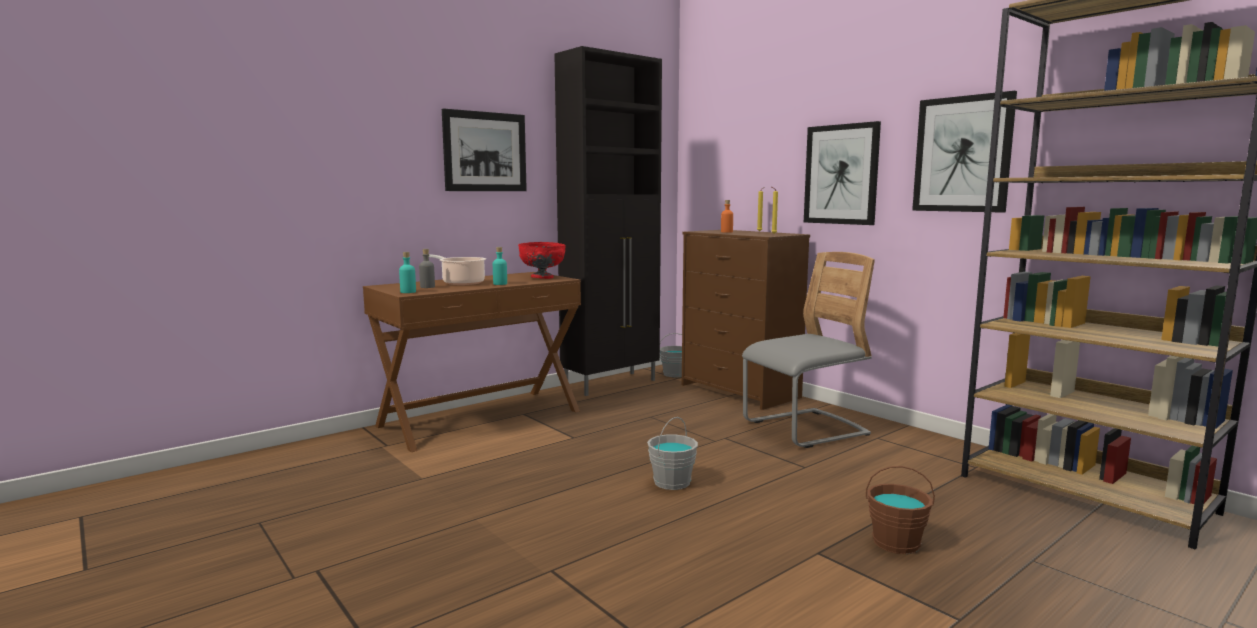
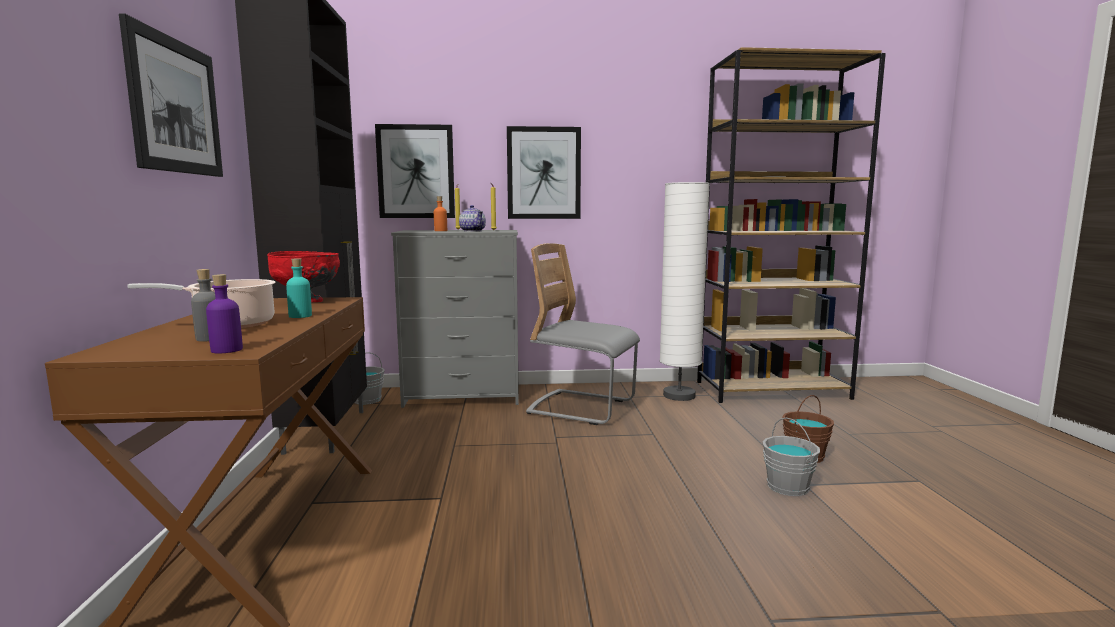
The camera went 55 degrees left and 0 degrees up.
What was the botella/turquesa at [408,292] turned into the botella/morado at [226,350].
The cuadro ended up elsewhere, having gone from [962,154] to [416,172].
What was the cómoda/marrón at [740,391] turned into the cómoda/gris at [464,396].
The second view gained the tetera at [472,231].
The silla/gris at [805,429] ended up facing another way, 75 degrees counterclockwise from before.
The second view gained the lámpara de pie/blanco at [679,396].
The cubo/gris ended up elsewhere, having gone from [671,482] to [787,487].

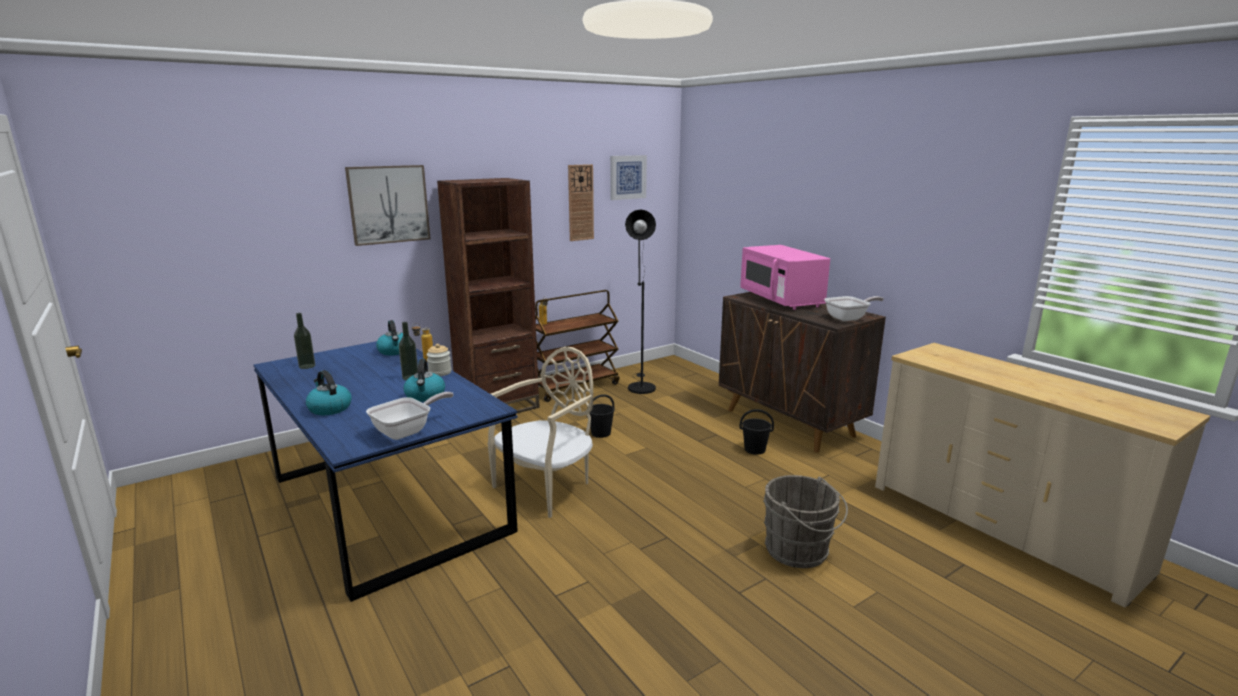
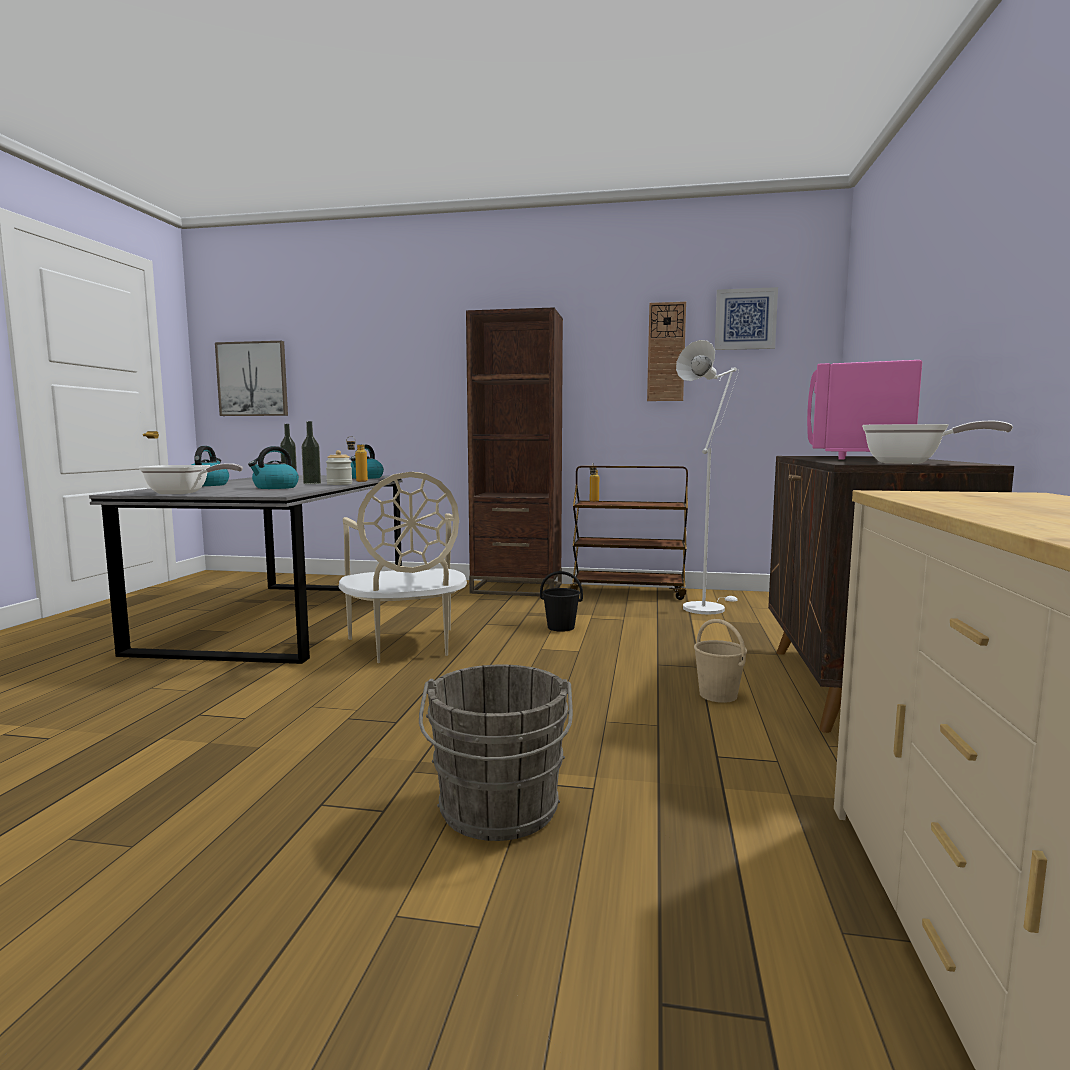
The camera went 45 degrees right and 10 degrees down.
What was the mesa de comedor/azul at [389,502] turned into the mesa de comedor/gris at [286,617].
The cuadro ended up elsewhere, having gone from [388,204] to [253,379].
The silla/beis at [547,487] ended up facing another way, 75 degrees clockwise from before.
What was the lámpara de pie/negro at [640,386] turned into the lámpara de pie/blanco at [706,607].
What was the cubo/negro at [755,449] turned into the cubo/beis at [718,695].

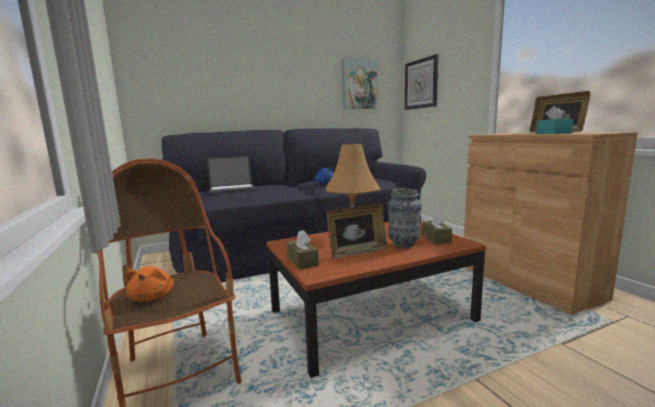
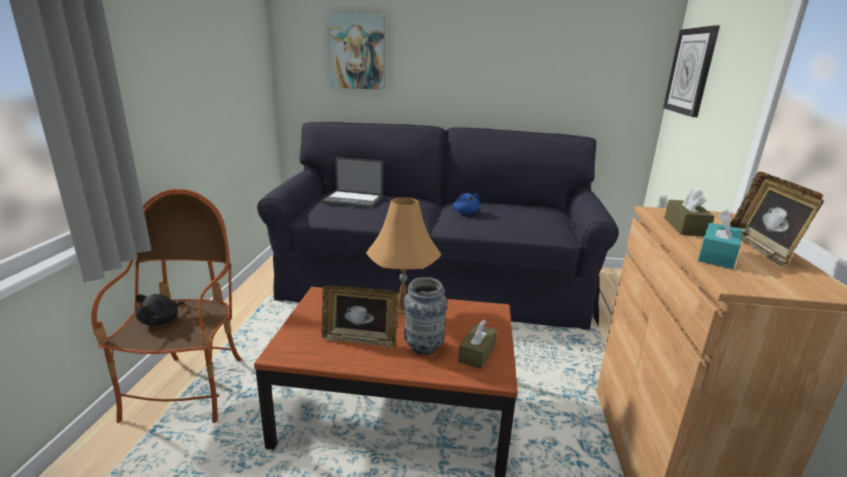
The camera went 30 degrees right and 10 degrees up.
What was the peluche/naranja at [153,297] turned into the peluche/negro at [162,321].
The cuadro ended up elsewhere, having gone from [359,85] to [357,52].
The caja de pañuelos/marrón ended up elsewhere, having gone from [302,261] to [685,227].

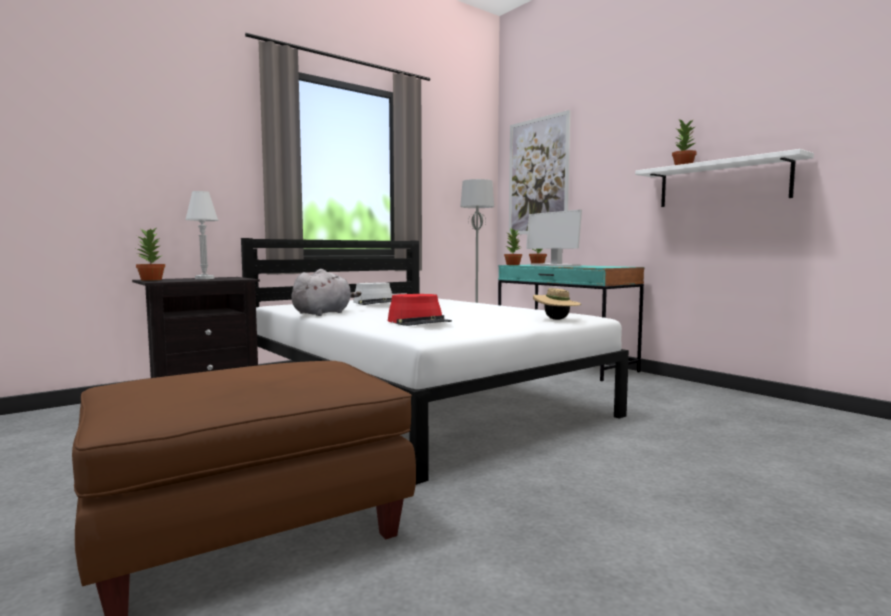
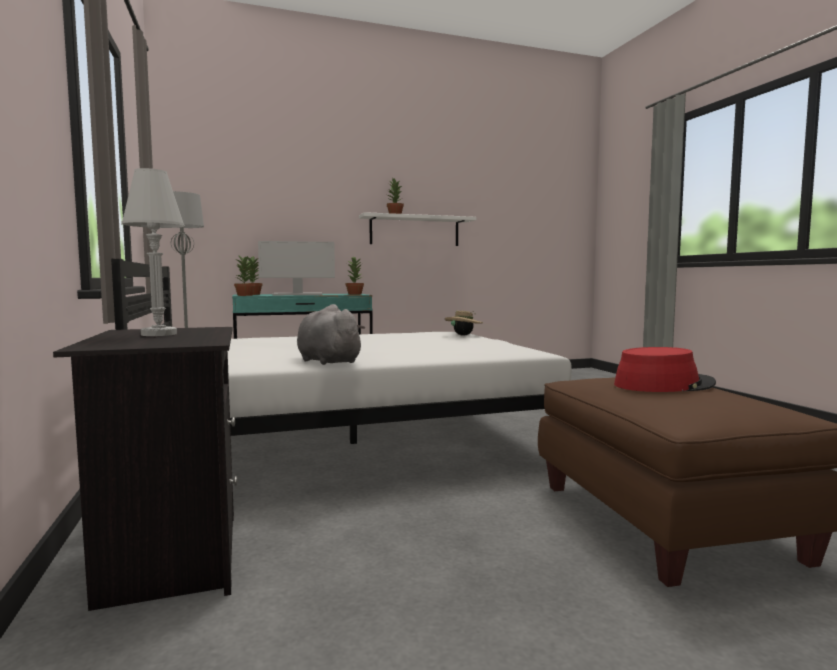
The camera went 70 degrees left and 0 degrees up.
The planta en maceta ended up elsewhere, having gone from [152,280] to [355,294].
The sombrero/rojo ended up elsewhere, having gone from [419,322] to [663,385].
The second view lost the sombrero/gris at [376,303].
The second view lost the cuadro at [538,176].

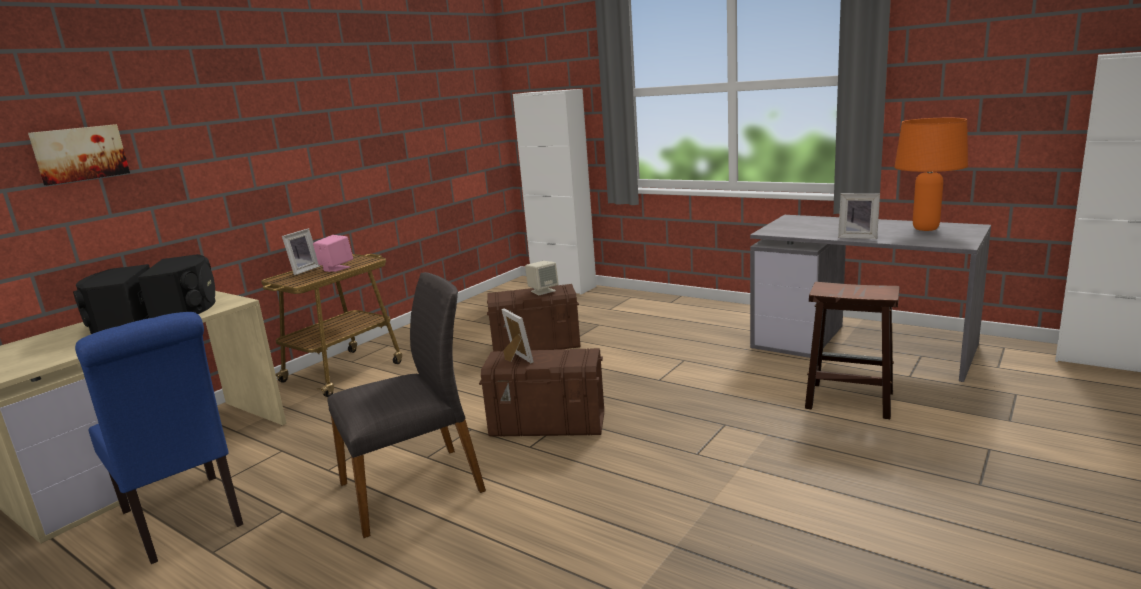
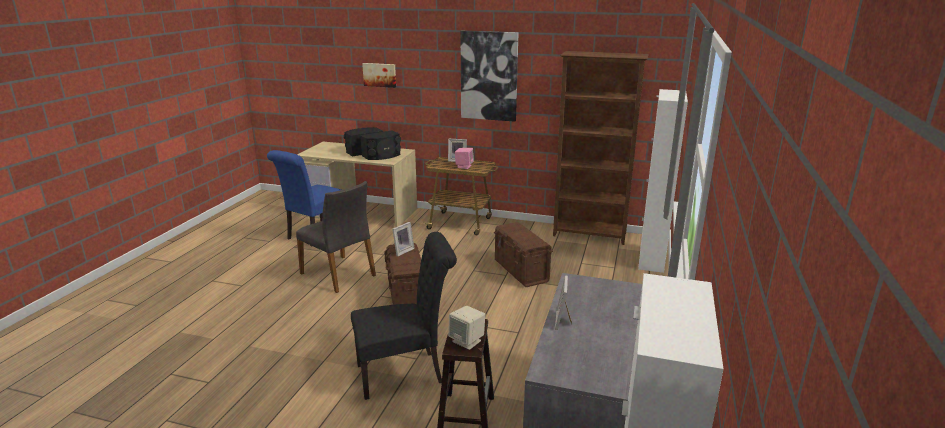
The camera went 70 degrees right and 5 degrees up.
The second view gained the silla/negro at [405,373].
The altavoz/beis ended up elsewhere, having gone from [543,291] to [467,341].
The second view gained the cuadro at [489,76].
The second view gained the estantería/marrón at [590,235].
The second view lost the lámpara de mesa/naranja at [925,229].

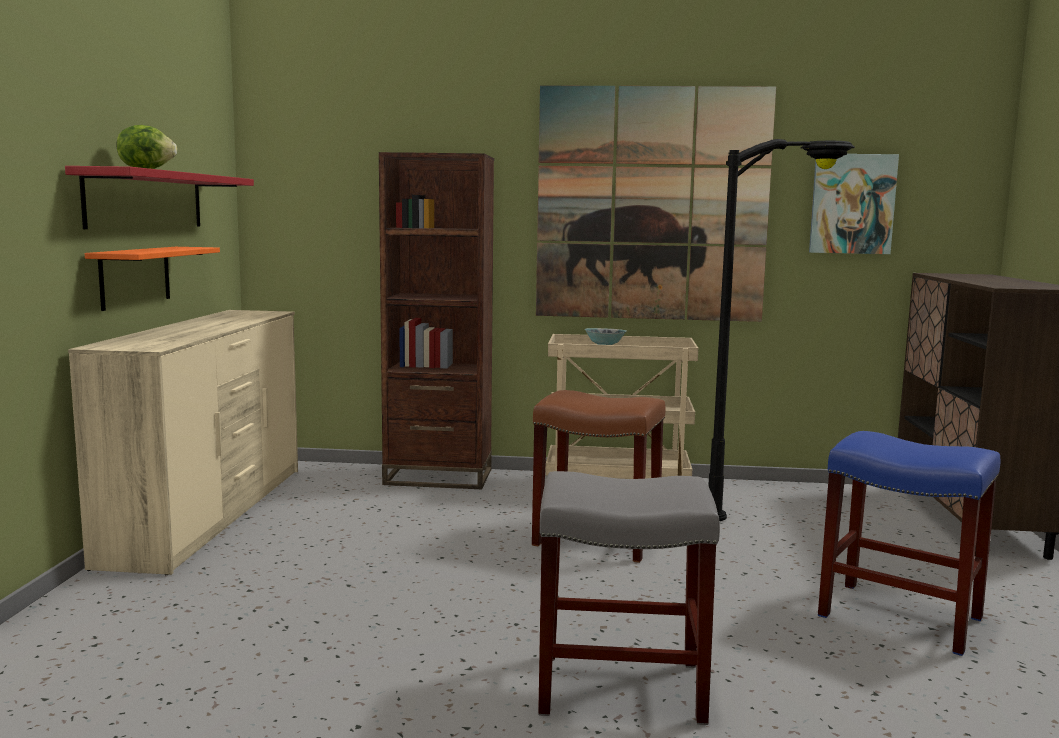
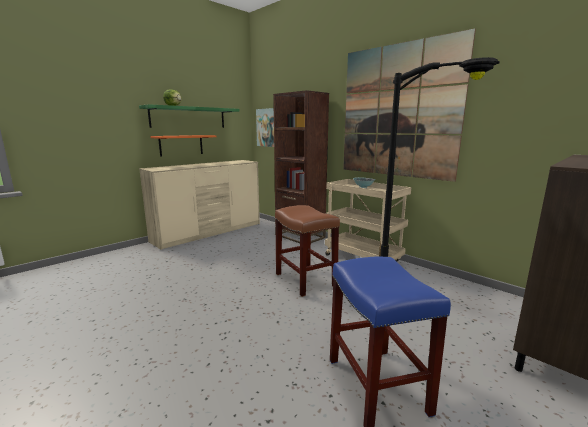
The camera went 40 degrees right and 5 degrees up.
What was the estante/rojo at [146,200] turned into the estante/verde at [188,117].
The cuadro ended up elsewhere, having gone from [852,204] to [267,127].
The second view lost the taburete/gris at [622,687].

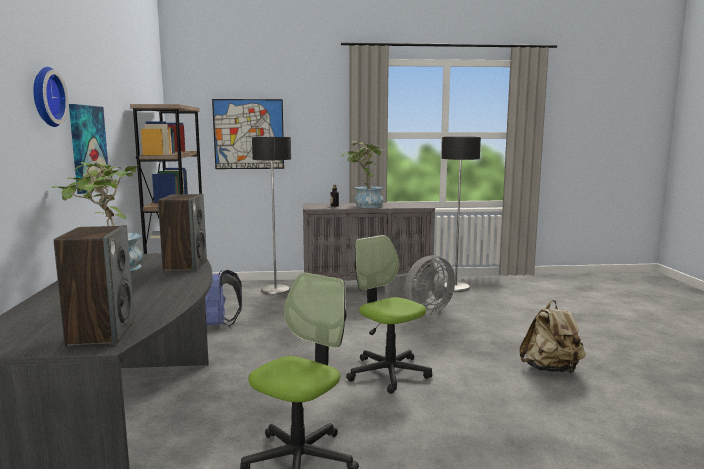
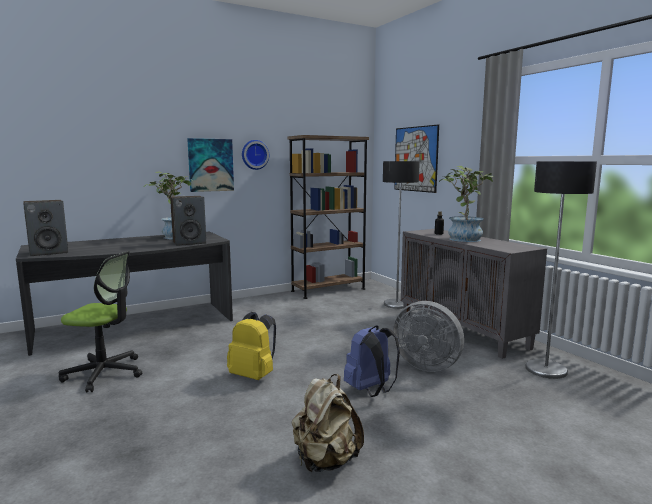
The camera went 65 degrees right and 0 degrees up.
Where the silla de oficina stood at [388,373], the mochila/amarillo came to stand at [254,376].
The reloj de pared ended up elsewhere, having gone from [45,97] to [254,154].
The mochila/azul ended up elsewhere, having gone from [220,324] to [371,390].

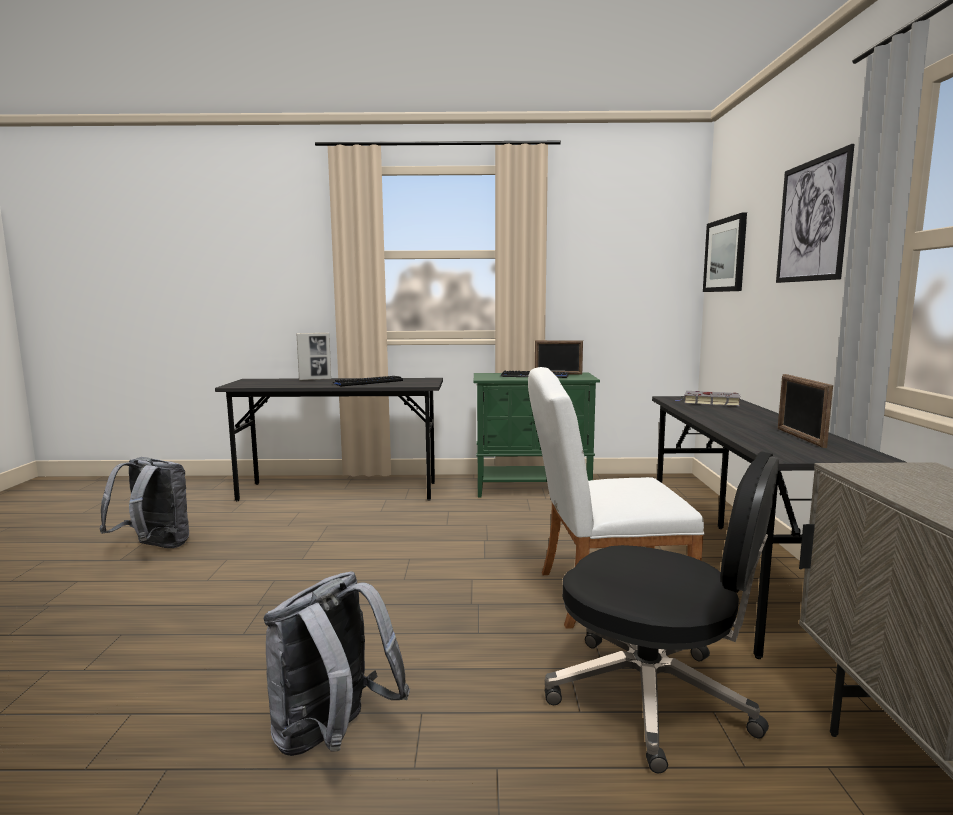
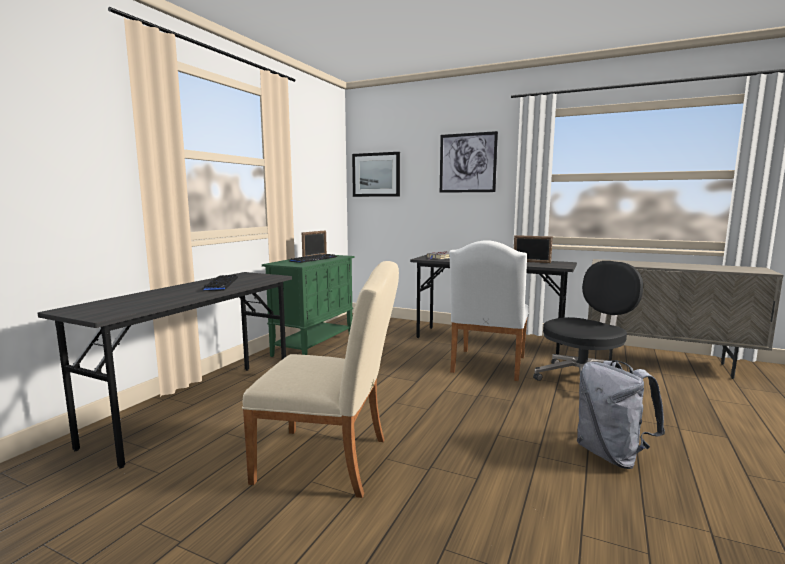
The camera went 65 degrees left and 0 degrees up.
The second view gained the silla/beis at [331,461].
The second view lost the mochila/gris at [154,548].
The second view lost the portarretratos at [315,379].

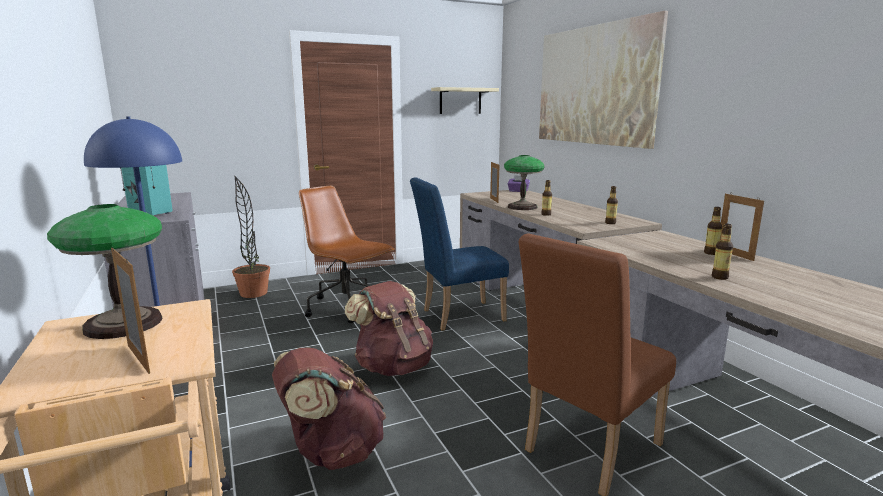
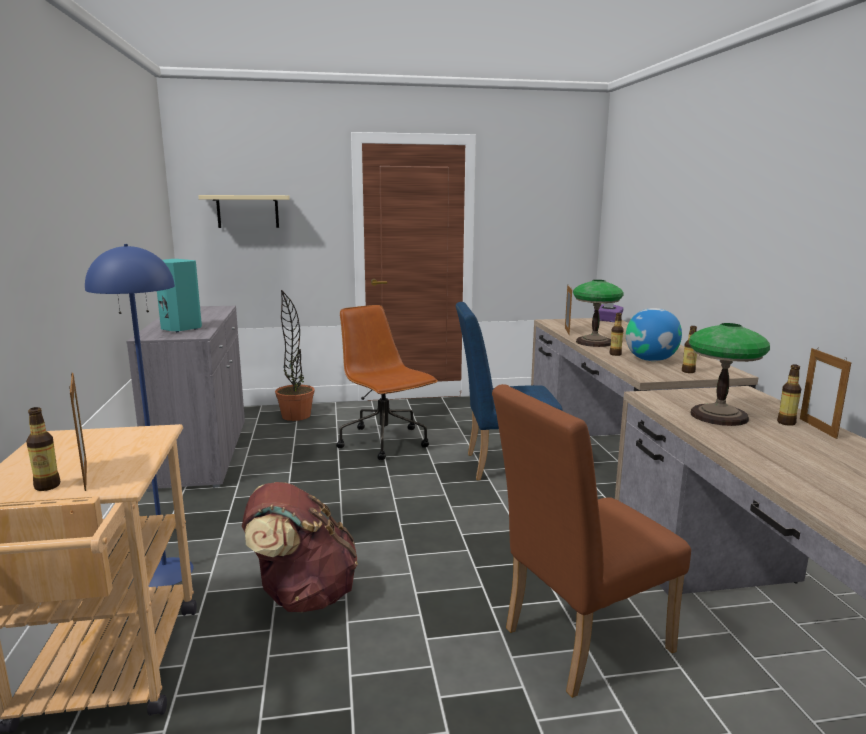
The camera went 15 degrees right and 0 degrees up.
The botella ended up elsewhere, having gone from [720,277] to [47,486].
The estante/beis ended up elsewhere, having gone from [460,101] to [247,211].
The second view gained the globo terráqueo at [651,360].
The lámpara de mesa ended up elsewhere, having gone from [124,323] to [719,416].
The second view lost the mochila/marrón at [393,366].
The second view lost the cuadro at [594,85].

